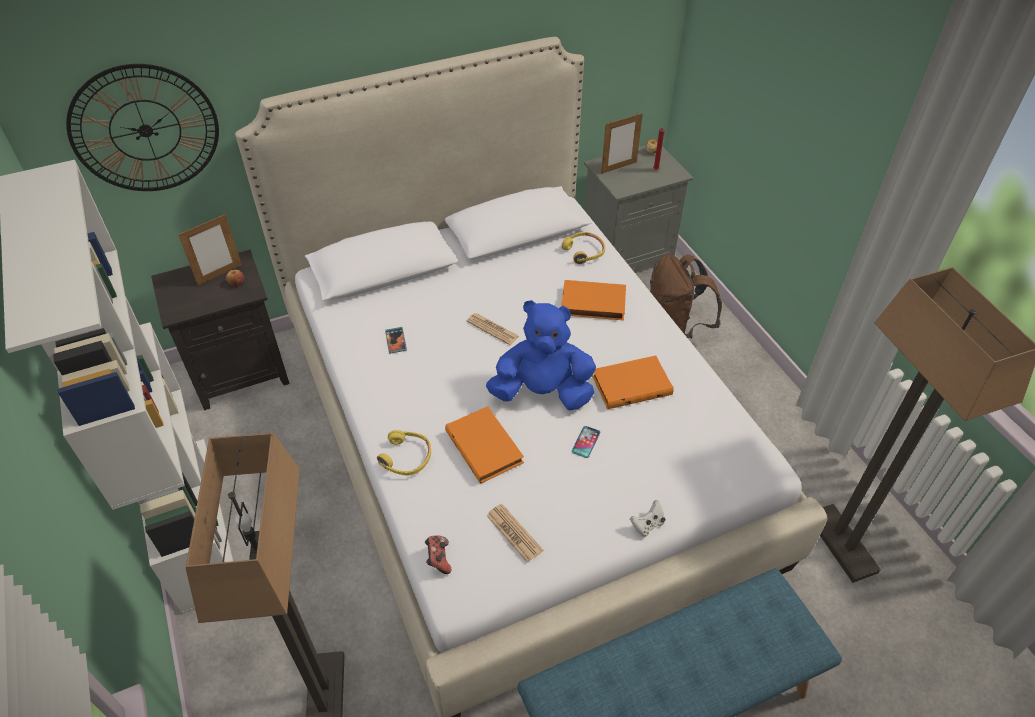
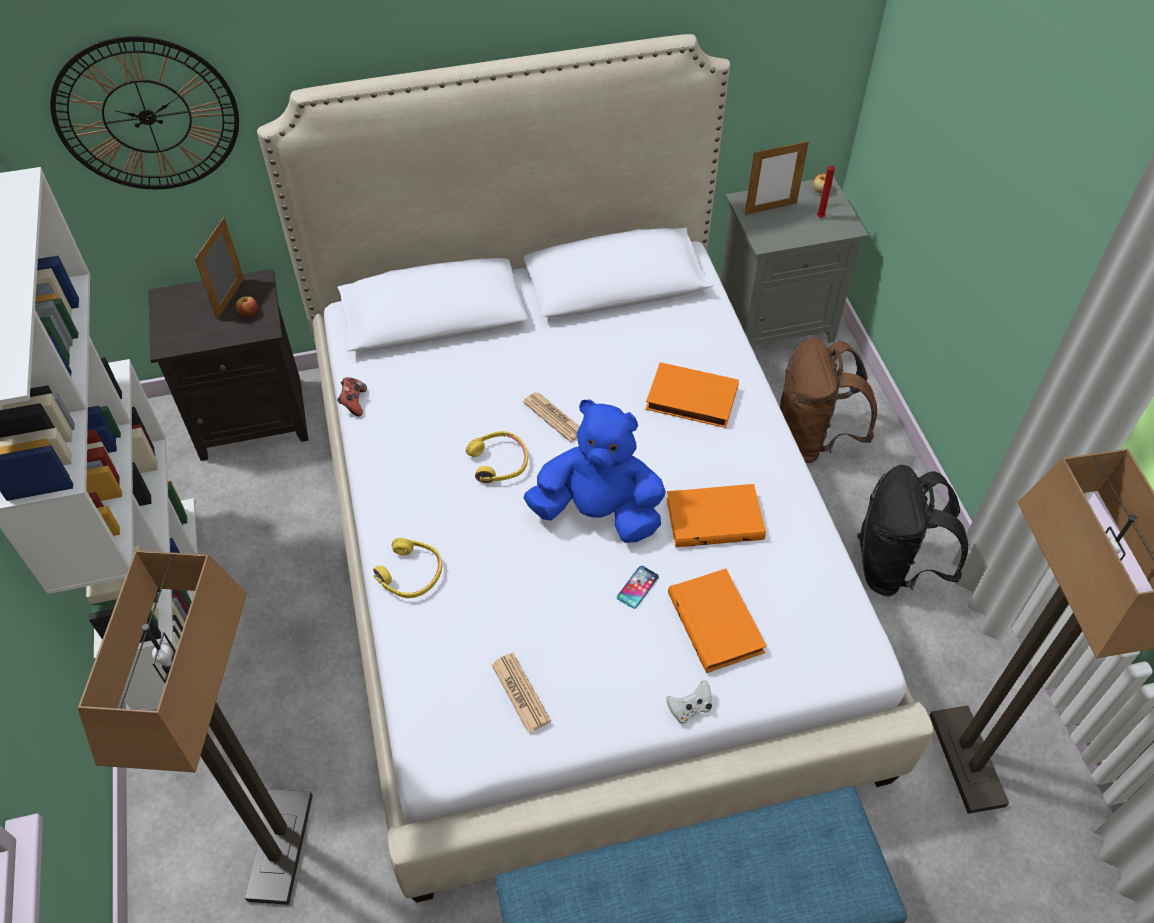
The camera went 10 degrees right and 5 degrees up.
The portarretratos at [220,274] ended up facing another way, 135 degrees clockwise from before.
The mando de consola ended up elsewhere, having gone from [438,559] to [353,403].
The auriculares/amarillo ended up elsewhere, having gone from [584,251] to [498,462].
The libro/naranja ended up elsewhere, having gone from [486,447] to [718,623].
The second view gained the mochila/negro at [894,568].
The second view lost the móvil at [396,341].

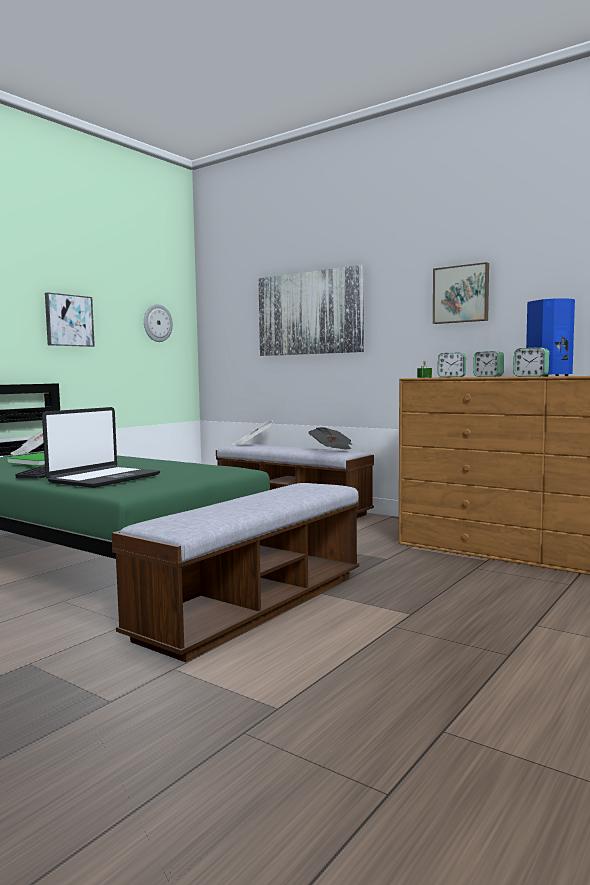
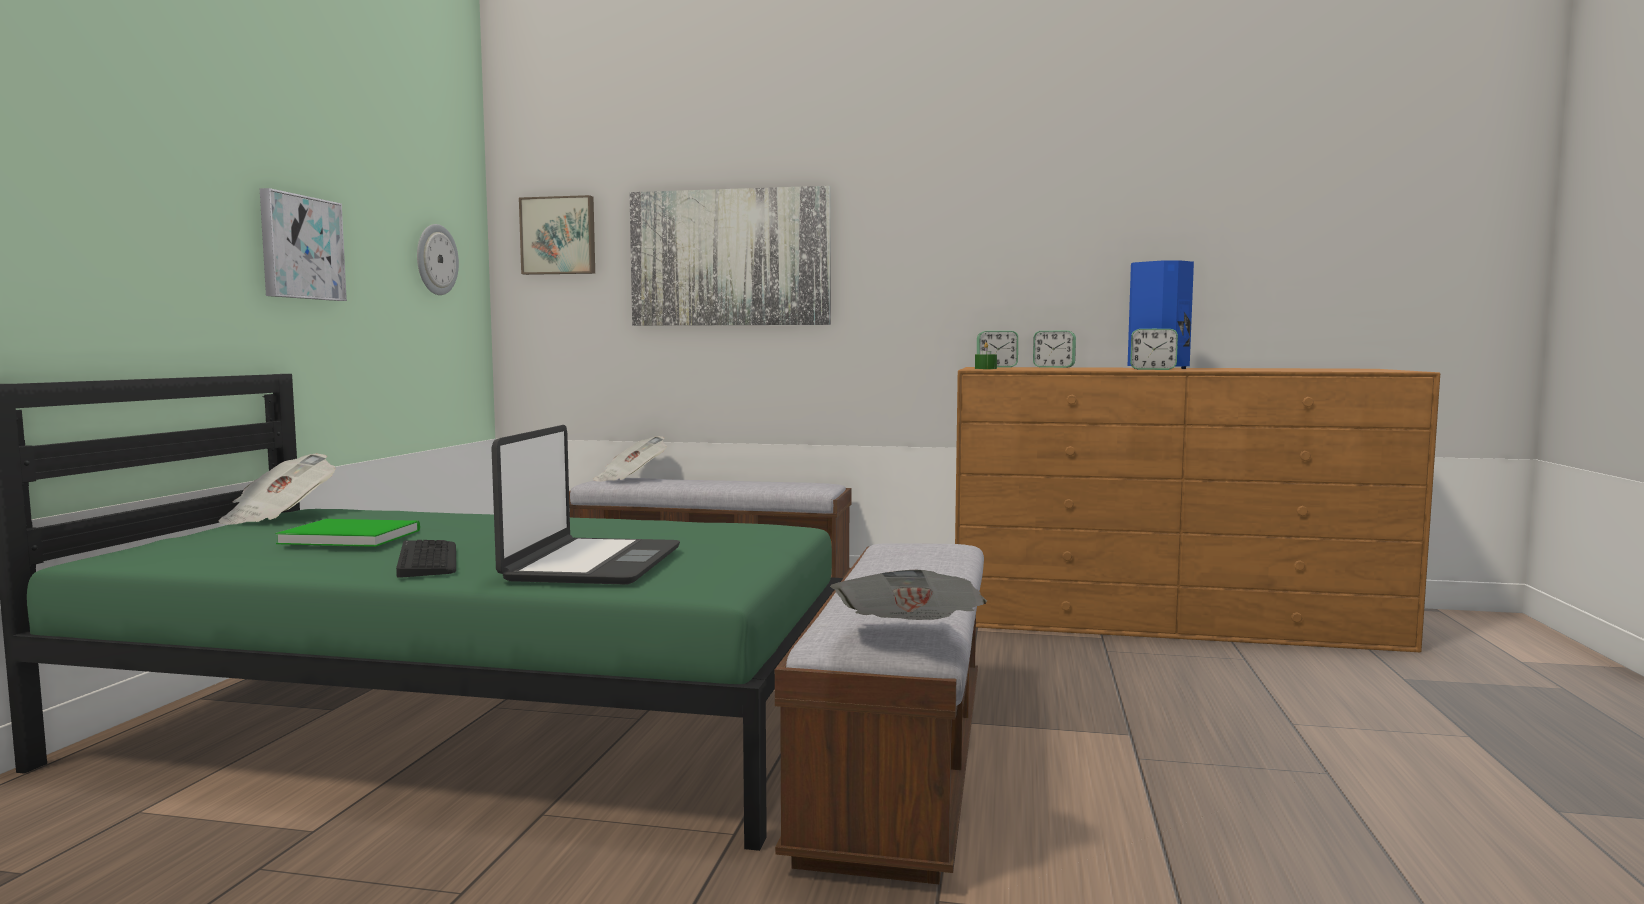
The camera went 25 degrees left and 0 degrees up.
The cuadro ended up elsewhere, having gone from [461,294] to [559,236].
The periódico ended up elsewhere, having gone from [332,451] to [909,640].

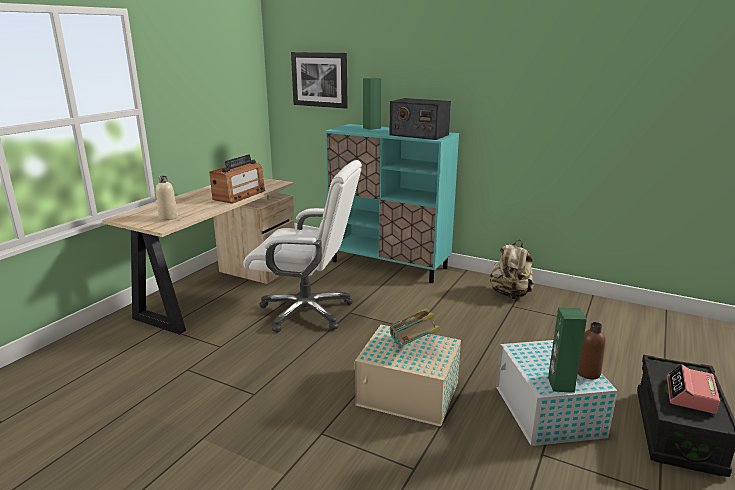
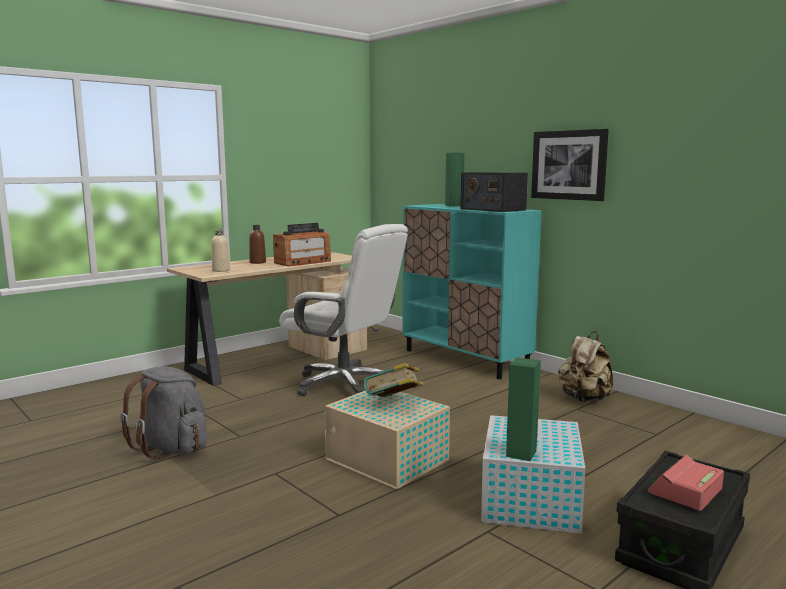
The camera went 20 degrees right and 10 degrees down.
The second view gained the mochila/gris at [172,448].
The botella/marrón ended up elsewhere, having gone from [587,373] to [257,262].
The cuadro ended up elsewhere, having gone from [320,79] to [569,165].

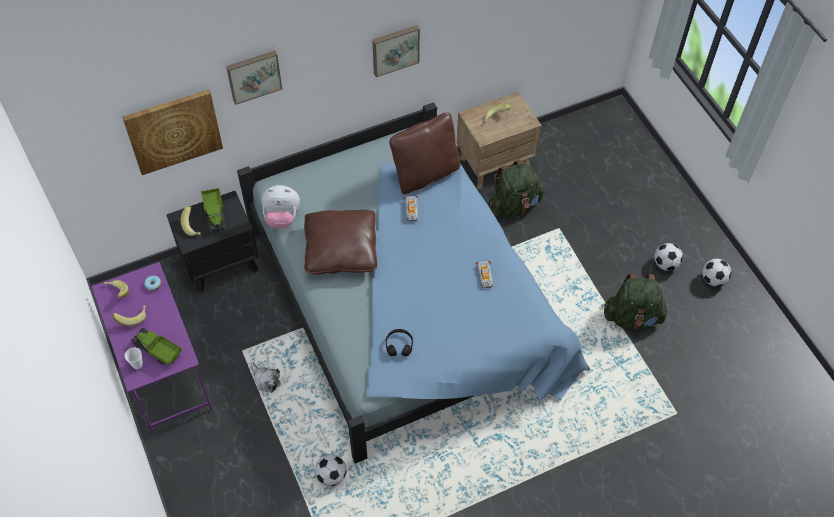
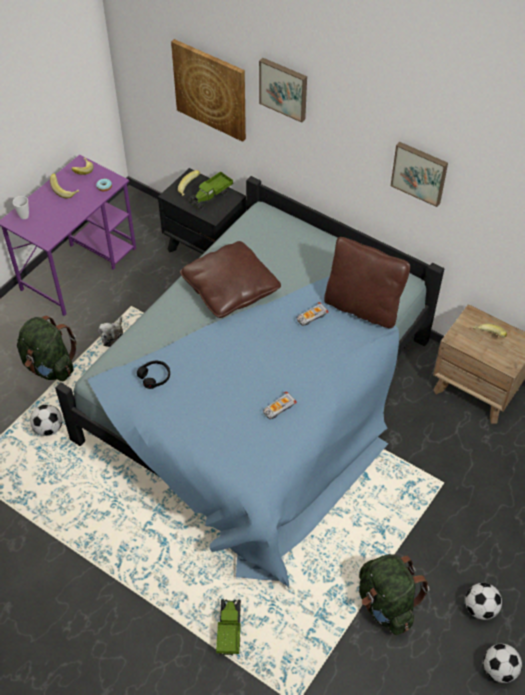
The camera went 60 degrees right and 5 degrees down.
The mochila/verde ended up elsewhere, having gone from [514,205] to [50,366].
The camión de juguete ended up elsewhere, having gone from [157,350] to [229,630].
The second view lost the peluche at [282,217].

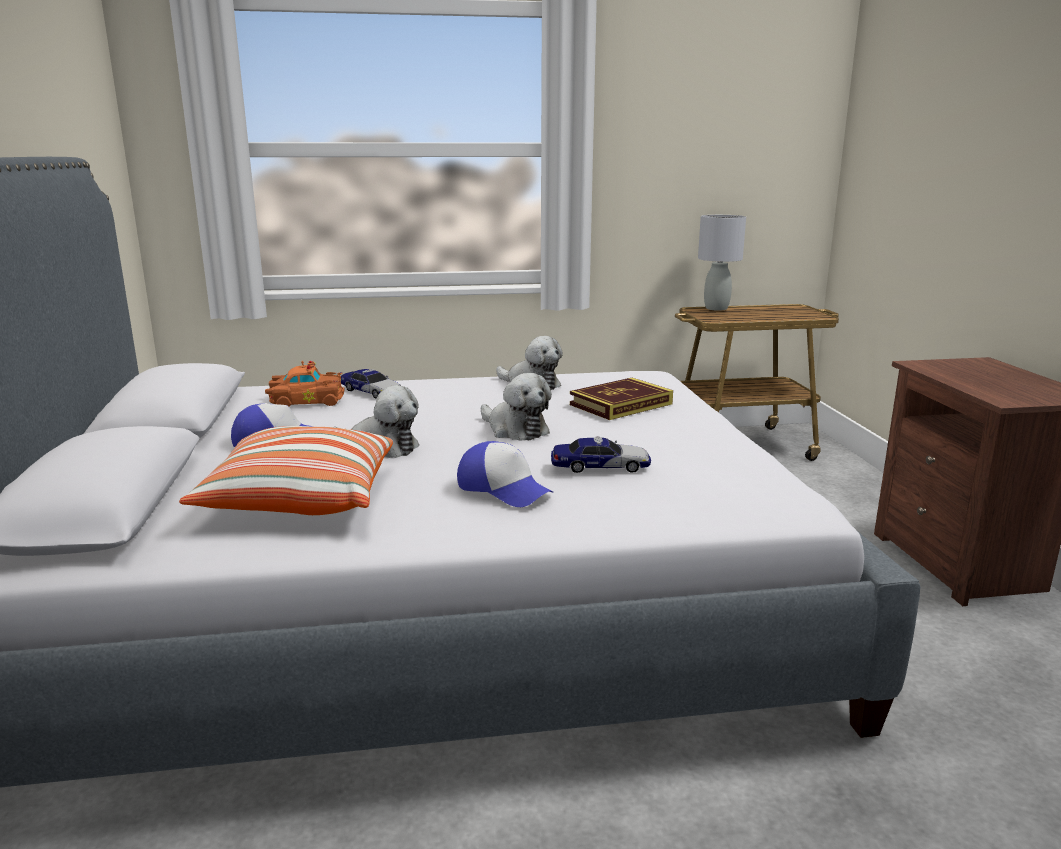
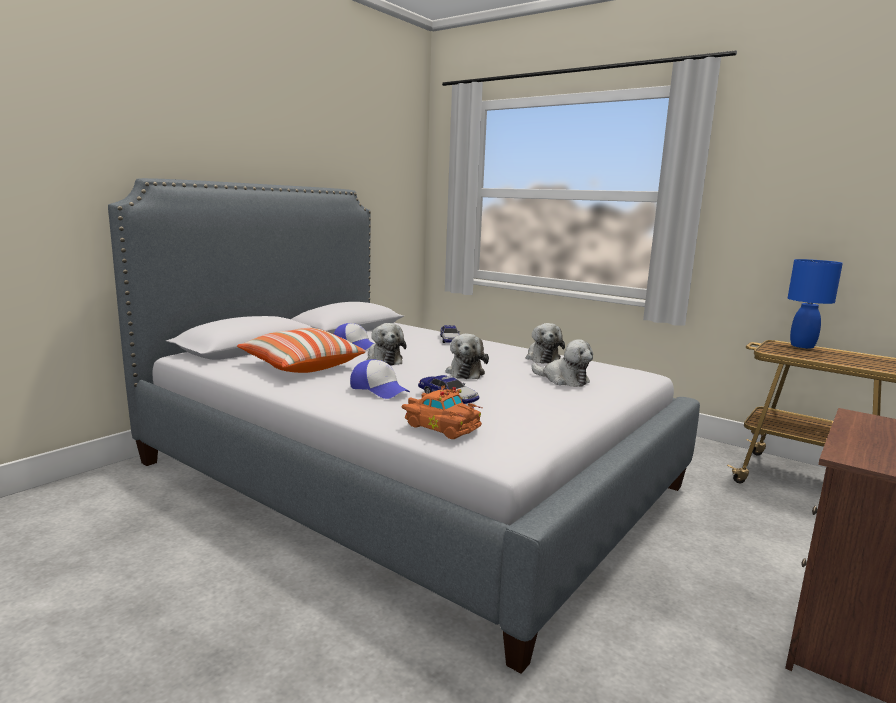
The camera went 45 degrees right and 5 degrees down.
The gorra at [504,489] ended up facing another way, 45 degrees counterclockwise from before.
The coche de juguete/naranja ended up elsewhere, having gone from [305,401] to [441,426].
Where the libro stood at [621,404], the peluche came to stand at [563,380].
What was the lámpara de mesa/gris at [715,308] turned into the lámpara de mesa/azul at [801,346].

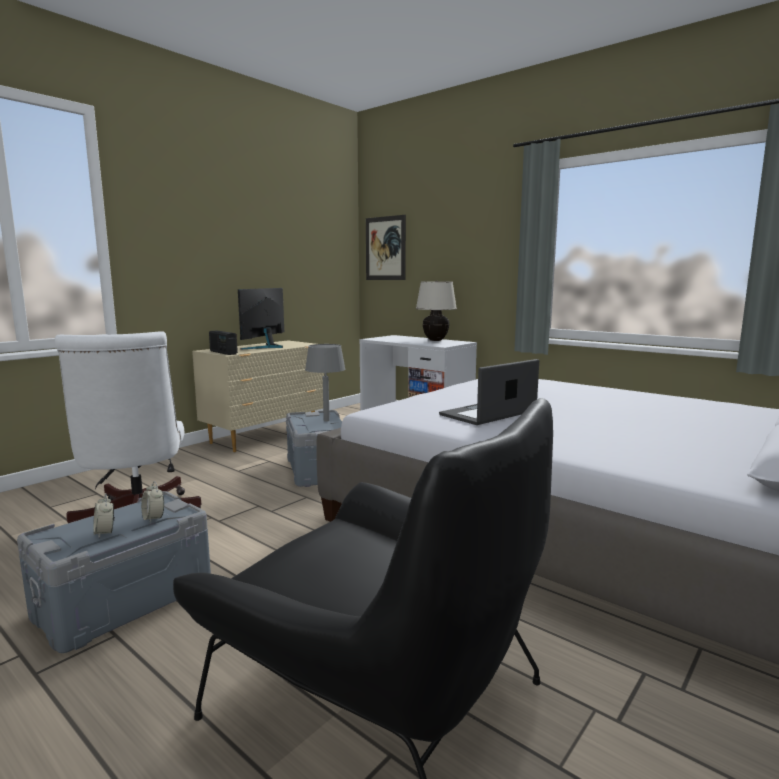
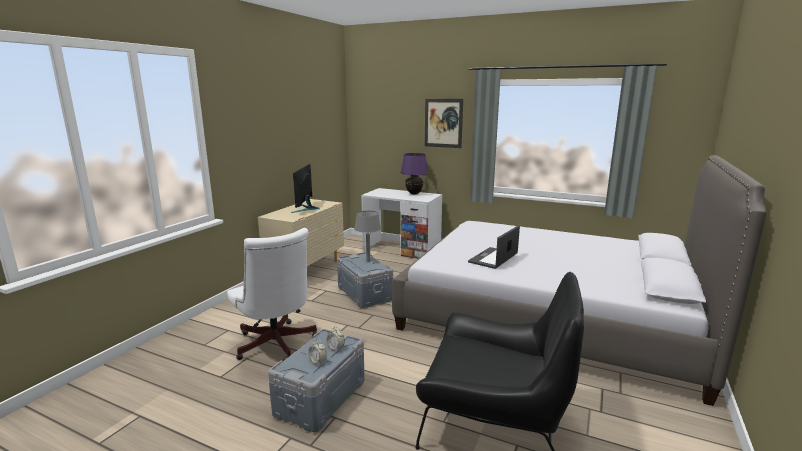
The camera went 15 degrees left and 5 degrees up.
What was the lámpara de mesa/beis at [435,340] turned into the lámpara de mesa/morado at [414,193].
The cuadro ended up elsewhere, having gone from [385,248] to [443,123].
The second view lost the radio at [223,352].

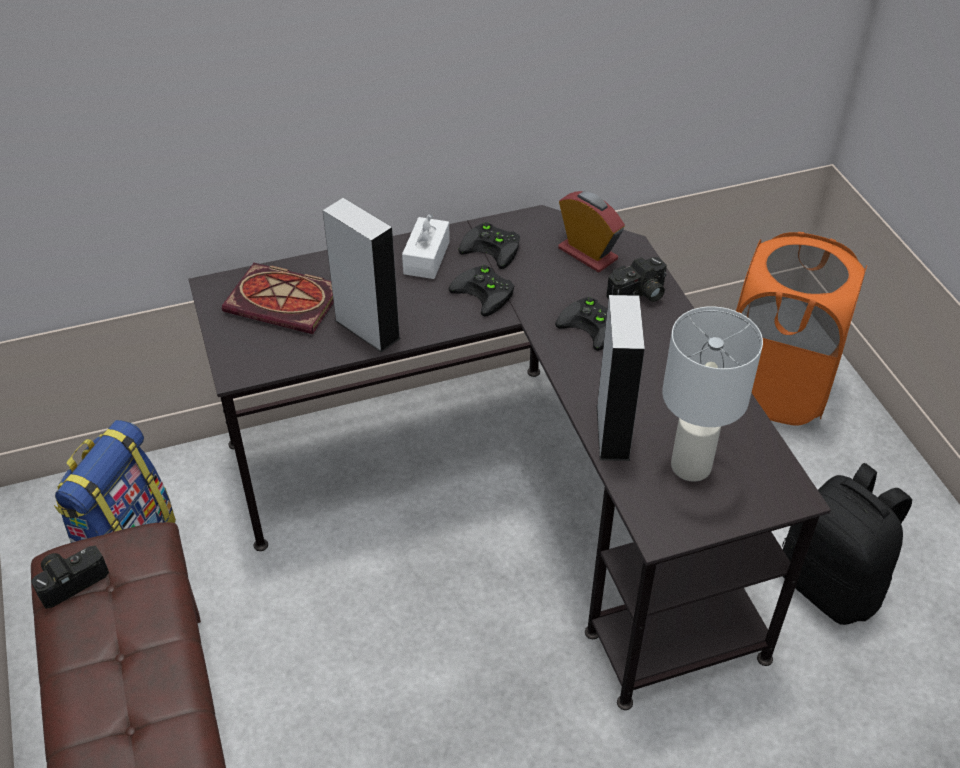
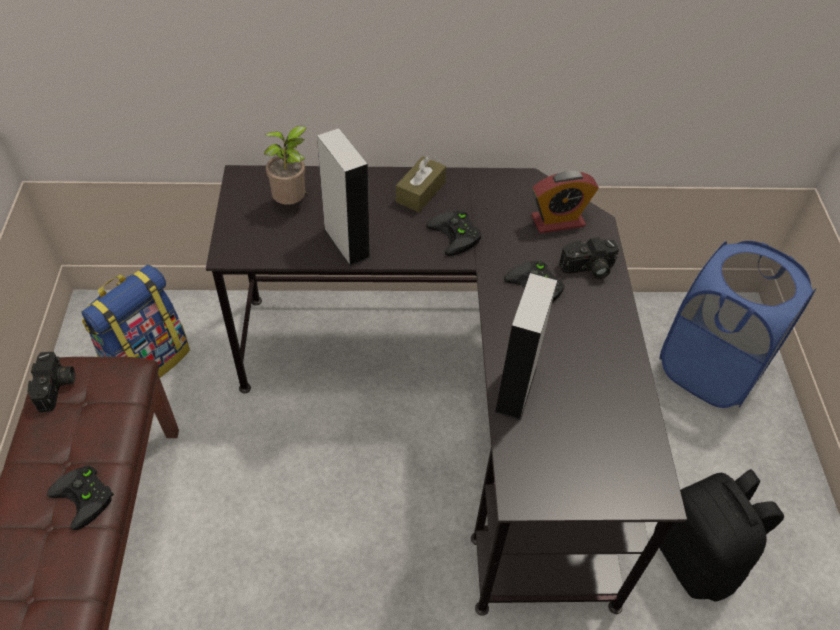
The camera went 15 degrees right and 5 degrees up.
The cámara at [71,579] ended up facing another way, 105 degrees clockwise from before.
The mando de consola/negro ended up elsewhere, having gone from [494,248] to [86,497].
Where the libro stood at [286,301], the planta en maceta came to stand at [292,203].
What was the caja de pañuelos/blanco at [426,258] turned into the caja de pañuelos/marrón at [420,192].
The despertador at [587,254] ended up facing another way, 105 degrees clockwise from before.
What was the cesto de la ropa/naranja at [776,388] turned into the cesto de la ropa/azul at [710,368].
The second view lost the lámpara de mesa/blanco at [689,466].

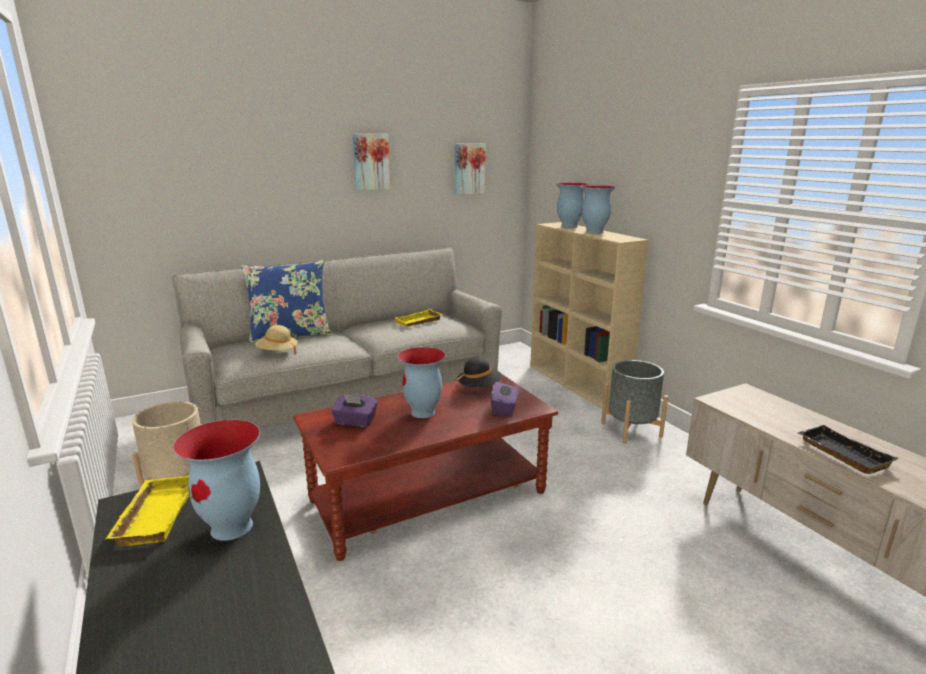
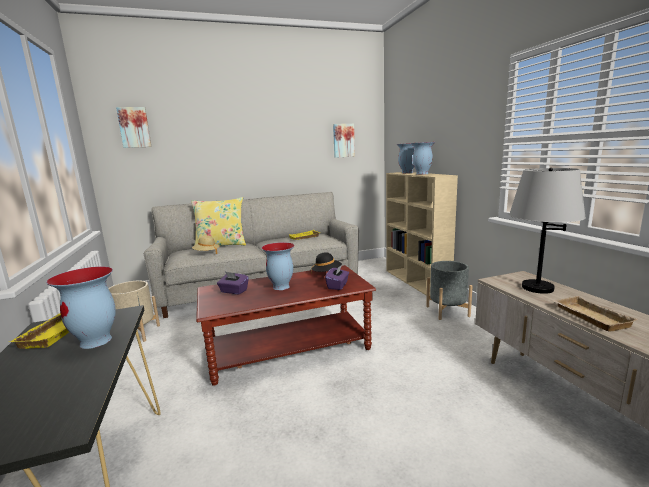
The camera went 10 degrees right and 5 degrees down.
The cuadro ended up elsewhere, having gone from [371,162] to [134,127].
What was the cojín/azul at [290,335] turned into the cojín/amarillo at [221,245].
The second view gained the lámpara de mesa/gris at [537,288].
What was the bandeja/negro at [840,454] turned into the bandeja/beis at [588,317].

